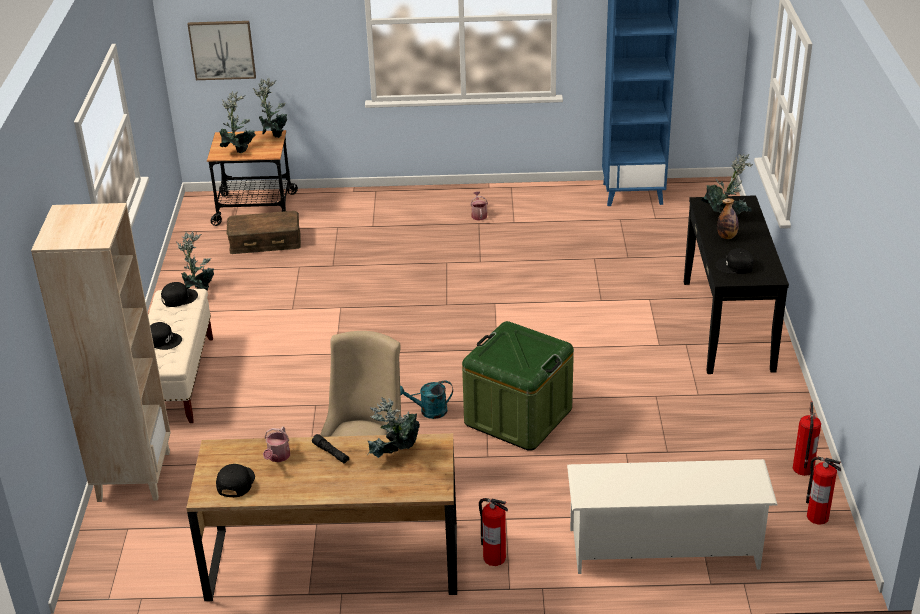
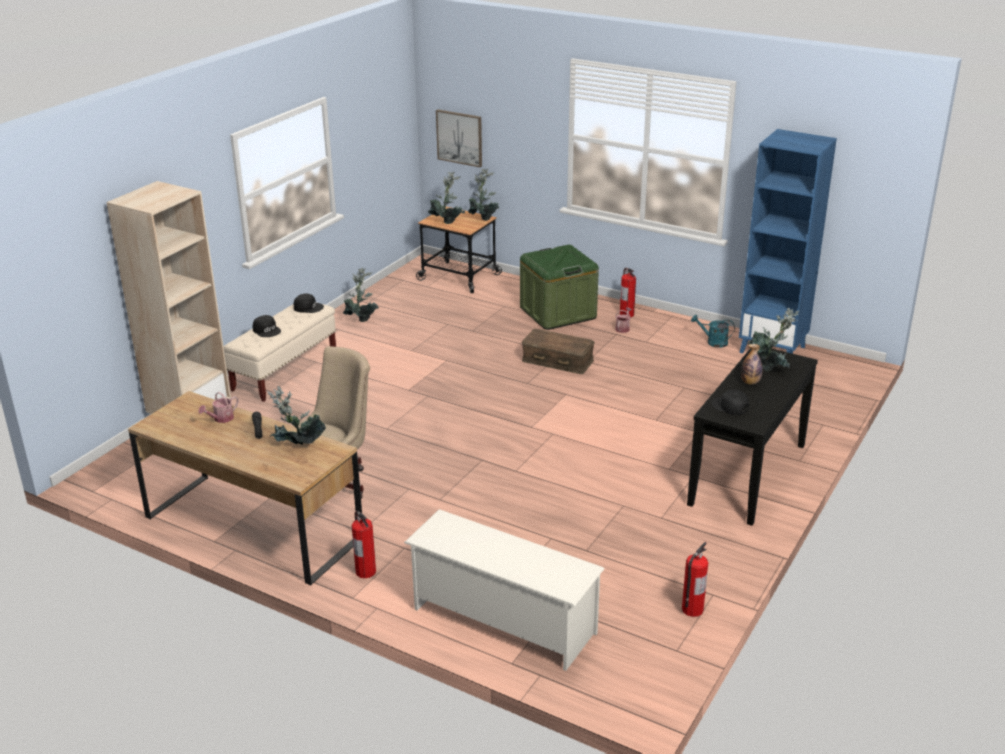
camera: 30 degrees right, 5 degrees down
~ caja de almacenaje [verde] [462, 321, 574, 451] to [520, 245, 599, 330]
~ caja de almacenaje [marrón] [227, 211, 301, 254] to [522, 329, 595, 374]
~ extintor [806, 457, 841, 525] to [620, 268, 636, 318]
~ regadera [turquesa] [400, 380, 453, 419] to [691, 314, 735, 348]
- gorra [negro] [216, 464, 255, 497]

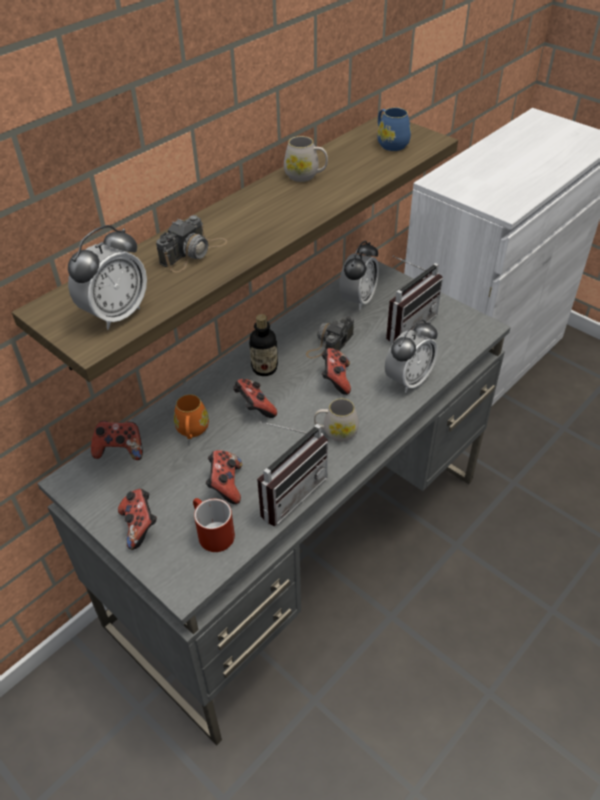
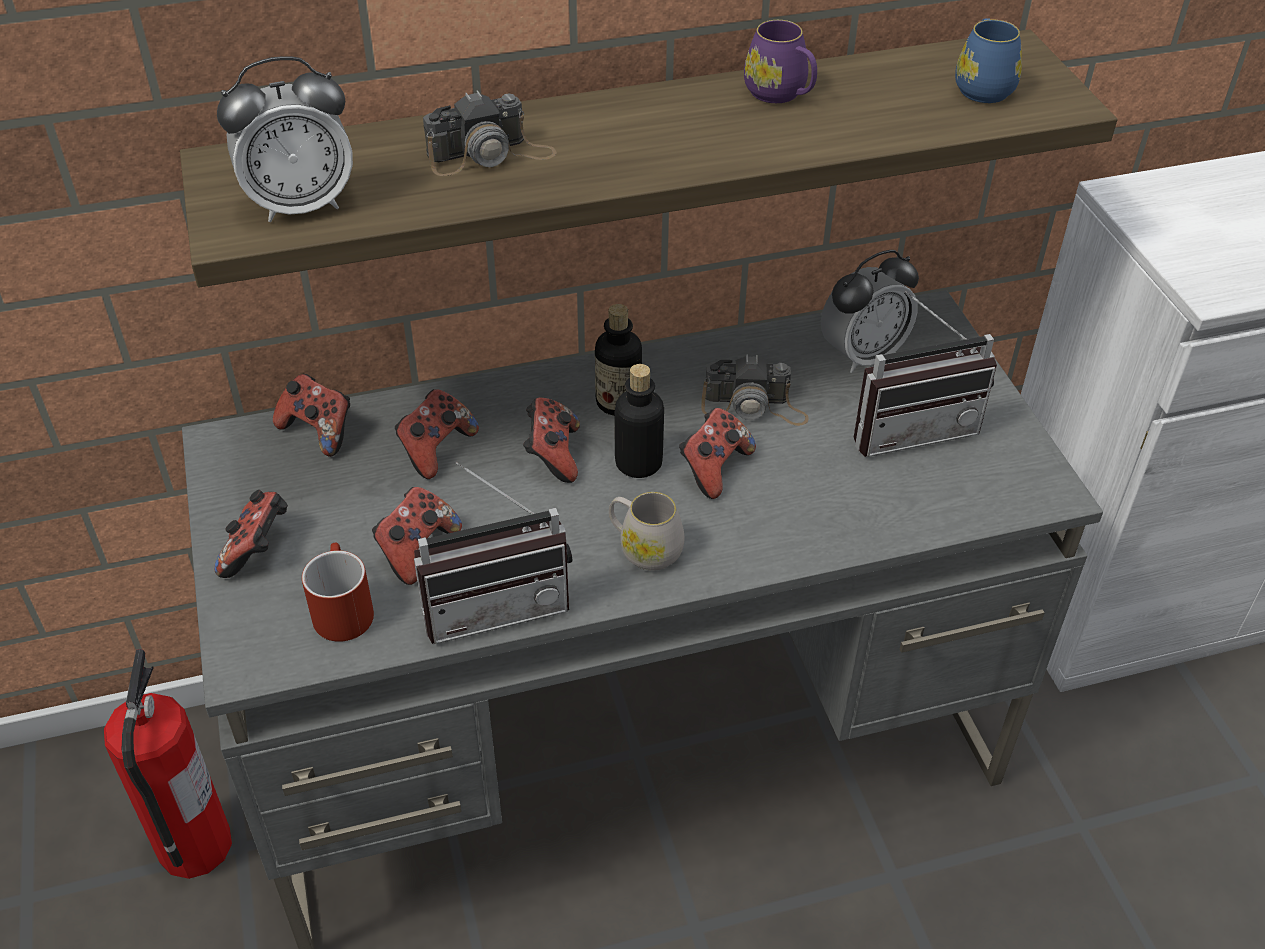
camera: 30 degrees right, 0 degrees up
+ extintor [104, 649, 232, 879]
~ taza grande [naranja] [174, 394, 209, 439] to mando de consola [395, 389, 479, 479]
+ botella [615, 364, 664, 478]
~ cámara [306, 316, 354, 358] = [701, 355, 809, 426] 150 degrees counterclockwise
~ taza grande [blanco] [284, 136, 328, 182] to taza grande [morado] [744, 20, 817, 103]
- despertador [385, 319, 438, 393]

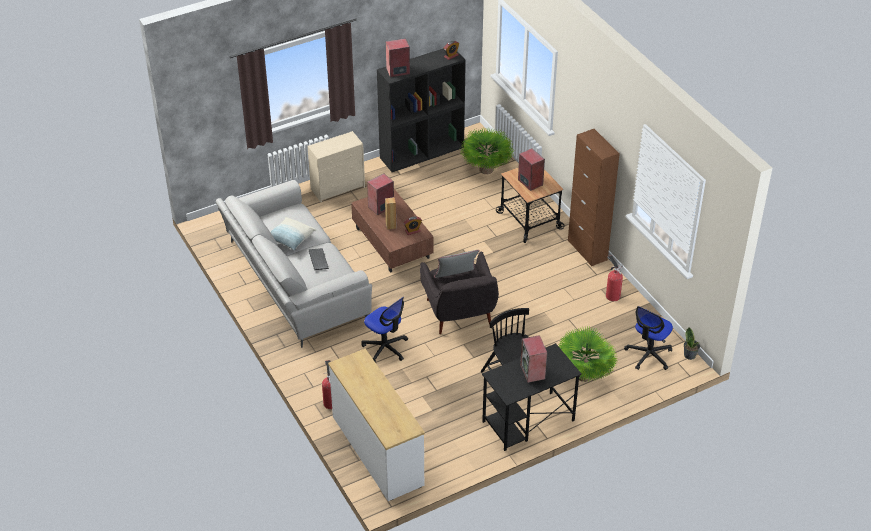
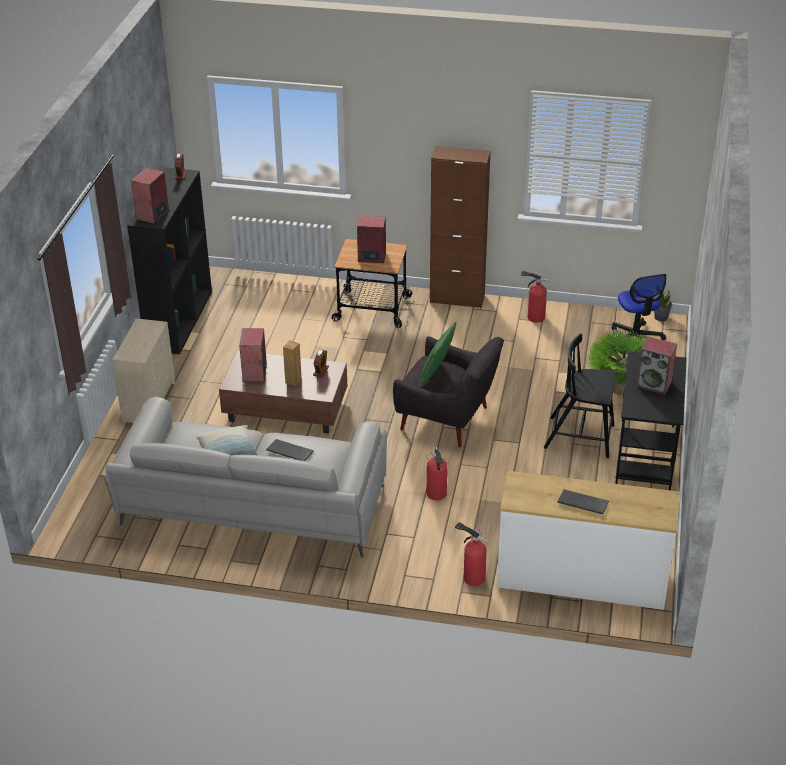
camera: 50 degrees left, 5 degrees down
~ cojín [gris] [434, 250, 479, 278] to cojín [verde] [418, 322, 456, 387]
~ silla de oficina [361, 297, 408, 363] to extintor [426, 444, 447, 500]
+ teclado [557, 489, 609, 514]
- planta en maceta [460, 129, 513, 174]

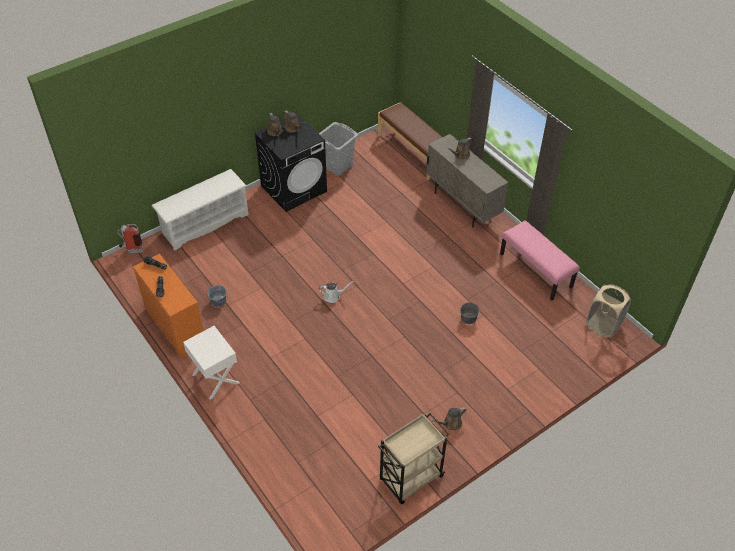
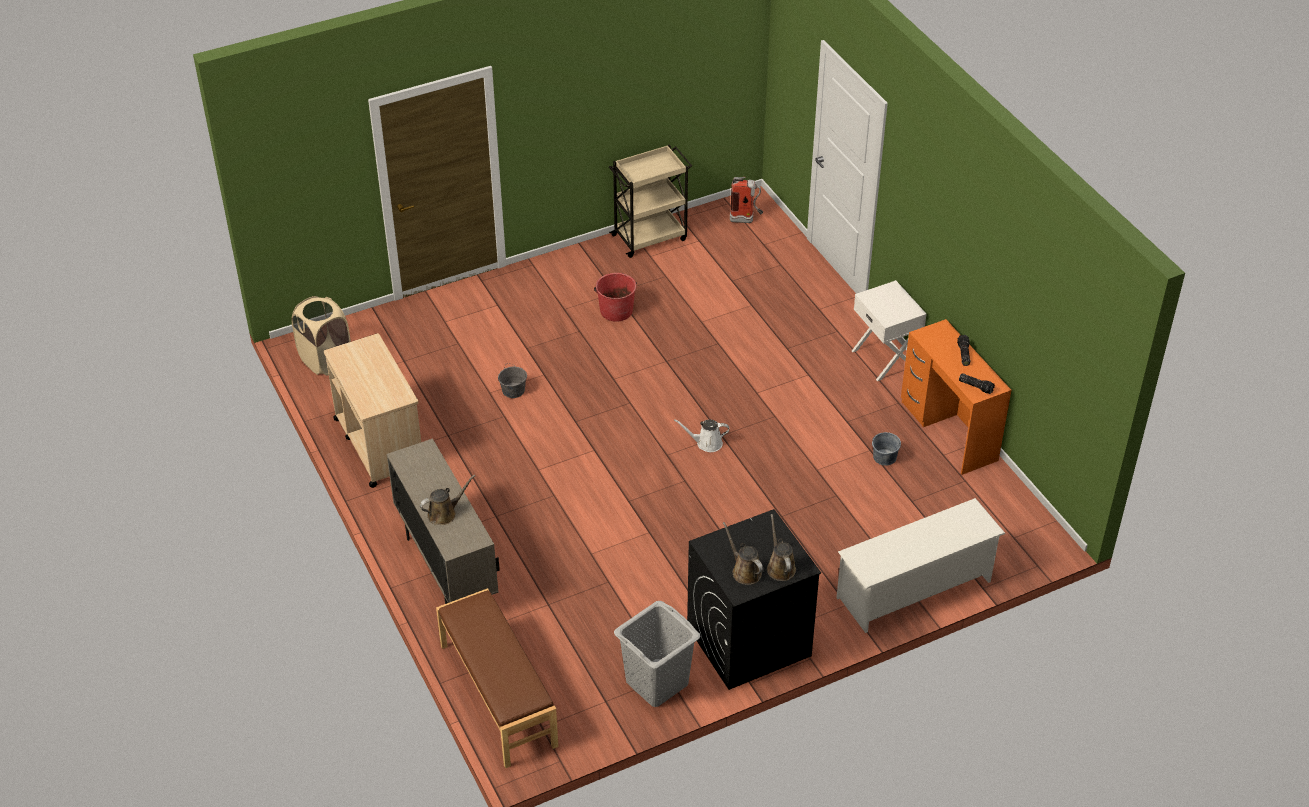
camera: 170 degrees left, 5 degrees down
~ banco [rosa] [500, 220, 580, 301] to carrito [beis] [324, 333, 421, 488]
+ cubo [rojo] [594, 273, 637, 322]
~ extintor [117, 224, 144, 253] to [730, 177, 763, 223]
- regadera [marrón] [432, 407, 466, 430]

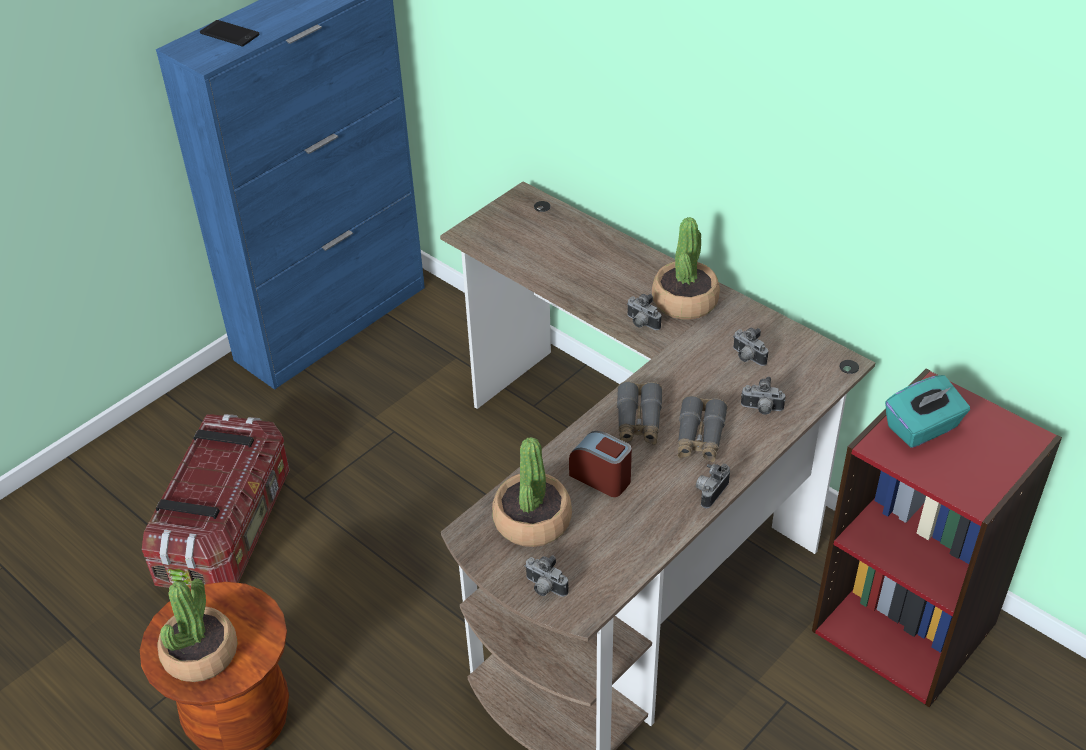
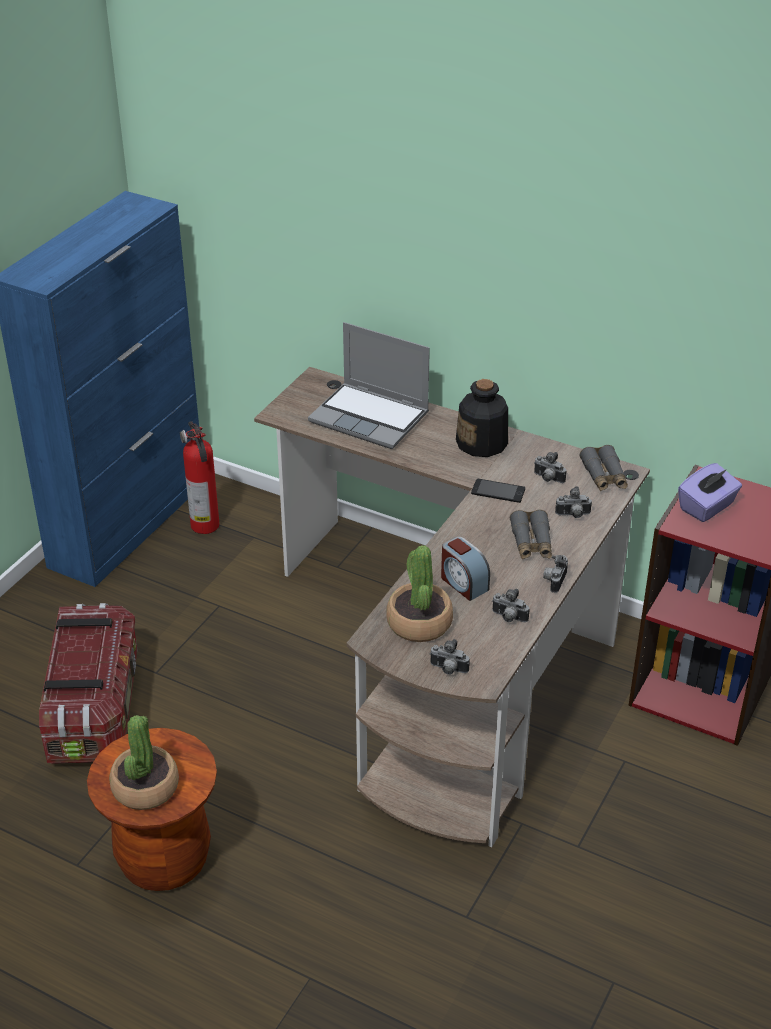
camera: 15 degrees left, 5 degrees down
+ extintor [180, 421, 219, 534]
+ portátil [308, 322, 430, 449]
~ despertador [569, 431, 632, 497] = [441, 537, 490, 601] 150 degrees counterclockwise
~ planta en maceta [652, 217, 720, 320] to botella [456, 379, 508, 457]
~ móvil [200, 20, 260, 46] to [471, 479, 525, 503]
~ cámara [627, 294, 661, 330] to [492, 588, 529, 622]
~ prismáticos [gris] [617, 381, 663, 445] to [580, 445, 628, 491]
~ caja de pañuelos [turquesa] [885, 375, 970, 448] to caja de pañuelos [morado] [678, 463, 742, 522]

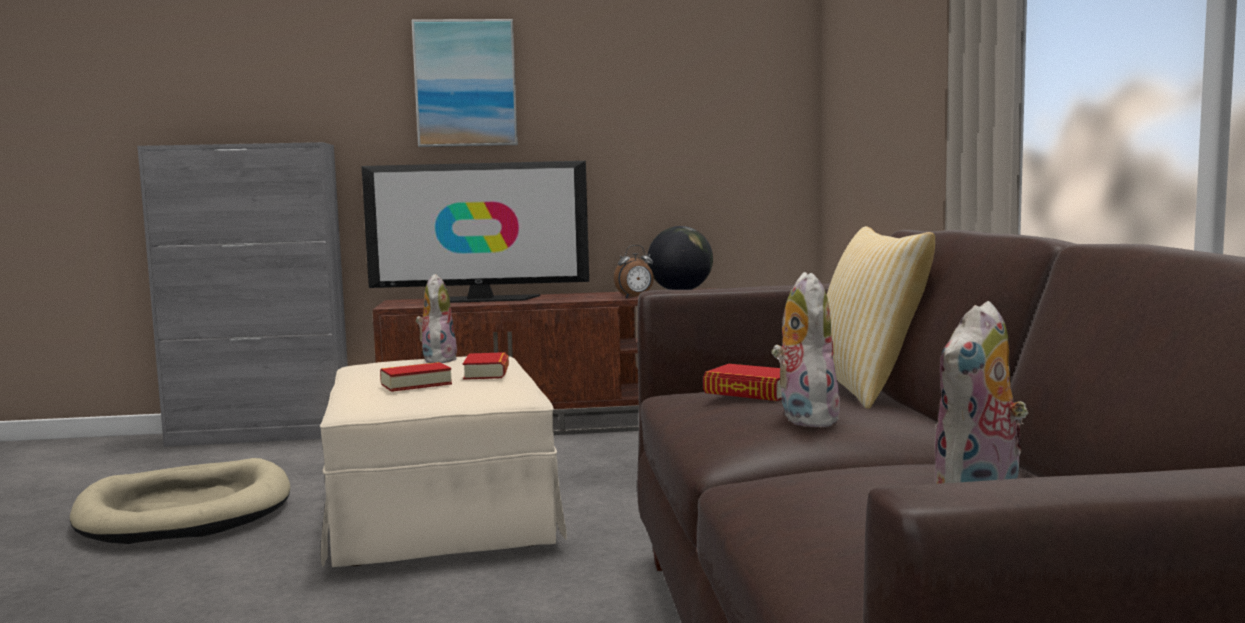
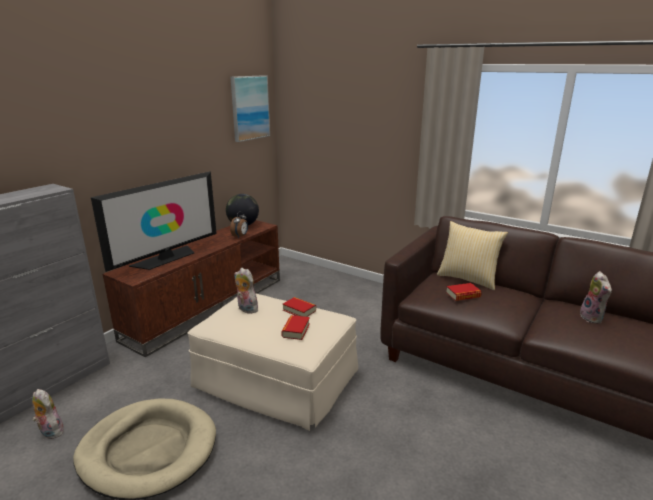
camera: 50 degrees left, 15 degrees up
~ peluche [771, 272, 840, 427] to [32, 389, 64, 439]
~ cuadro [412, 19, 518, 147] to [230, 75, 270, 142]

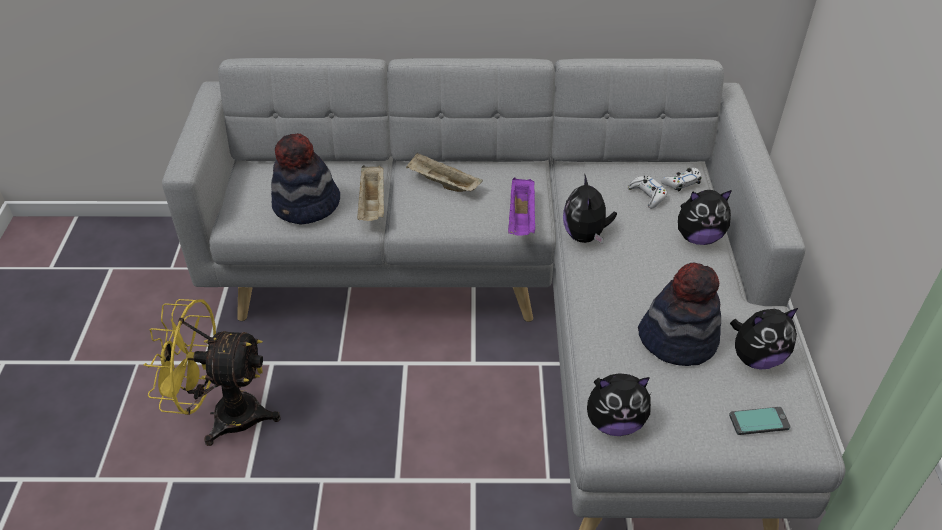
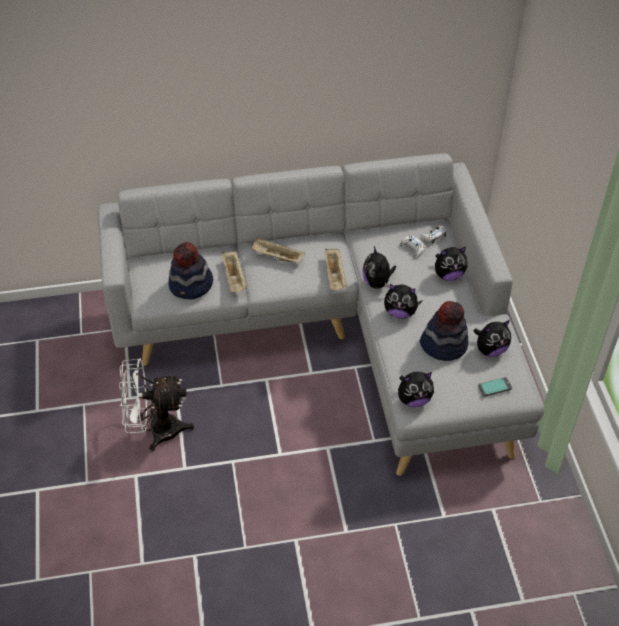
camera: 10 degrees left, 5 degrees up
~ ventilador [amarillo] [144, 299, 281, 446] to ventilador [blanco] [119, 358, 194, 451]
~ bandeja [morado] [508, 177, 535, 236] to bandeja [beis] [325, 248, 347, 290]
+ peluche [384, 284, 422, 319]

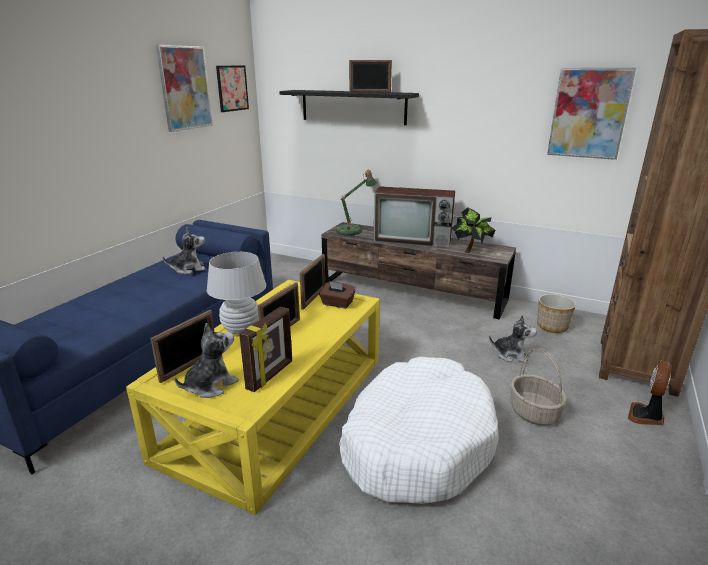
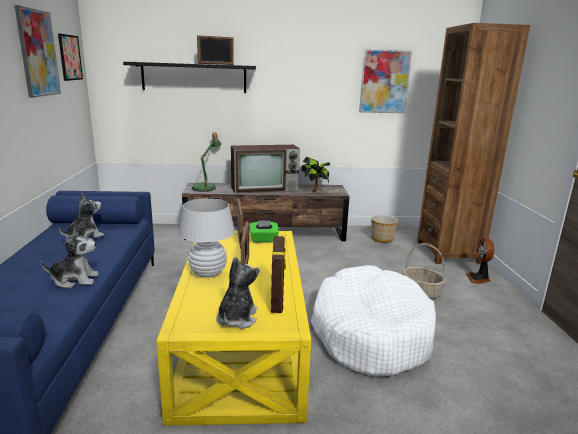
camera: 30 degrees left, 5 degrees down
~ peluche [489, 315, 537, 363] to [41, 227, 99, 288]
~ caja de pañuelos [marrón] [319, 281, 356, 308] to caja de pañuelos [verde] [249, 220, 279, 243]
- portarretratos [150, 310, 214, 383]

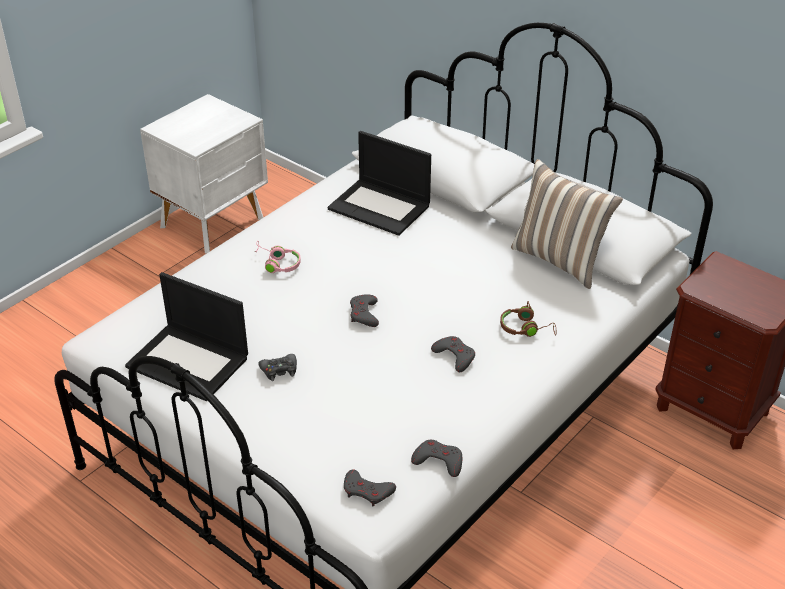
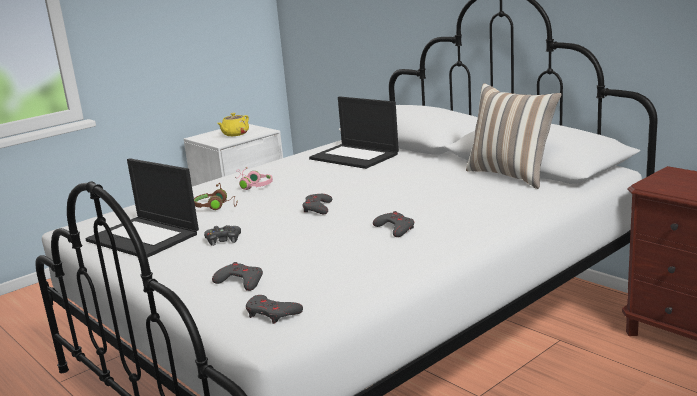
camera: 10 degrees right, 20 degrees down
~ auriculares [marrón] [500, 301, 556, 337] to [194, 183, 238, 210]
~ mando de consola [gris] [411, 440, 462, 477] to [212, 262, 263, 291]
+ tetera [amarillo] [217, 113, 249, 136]

